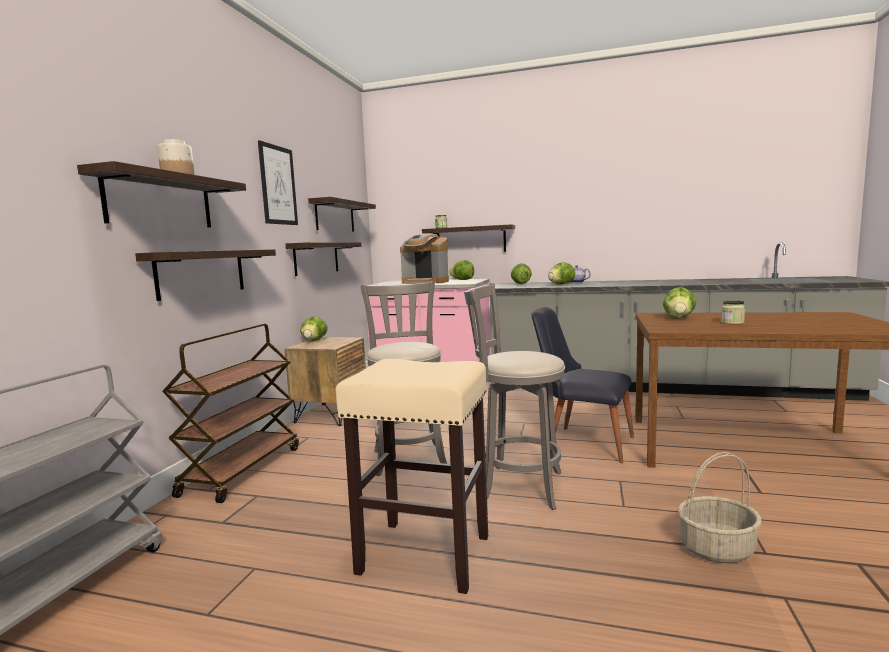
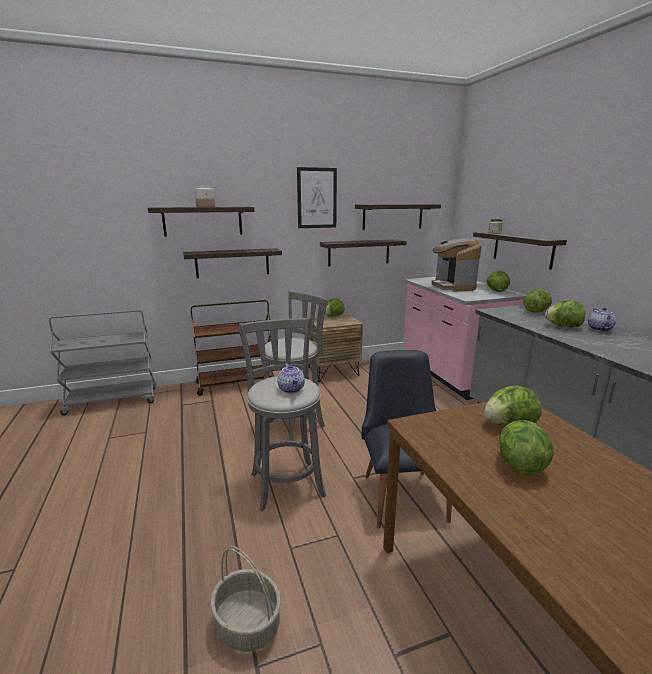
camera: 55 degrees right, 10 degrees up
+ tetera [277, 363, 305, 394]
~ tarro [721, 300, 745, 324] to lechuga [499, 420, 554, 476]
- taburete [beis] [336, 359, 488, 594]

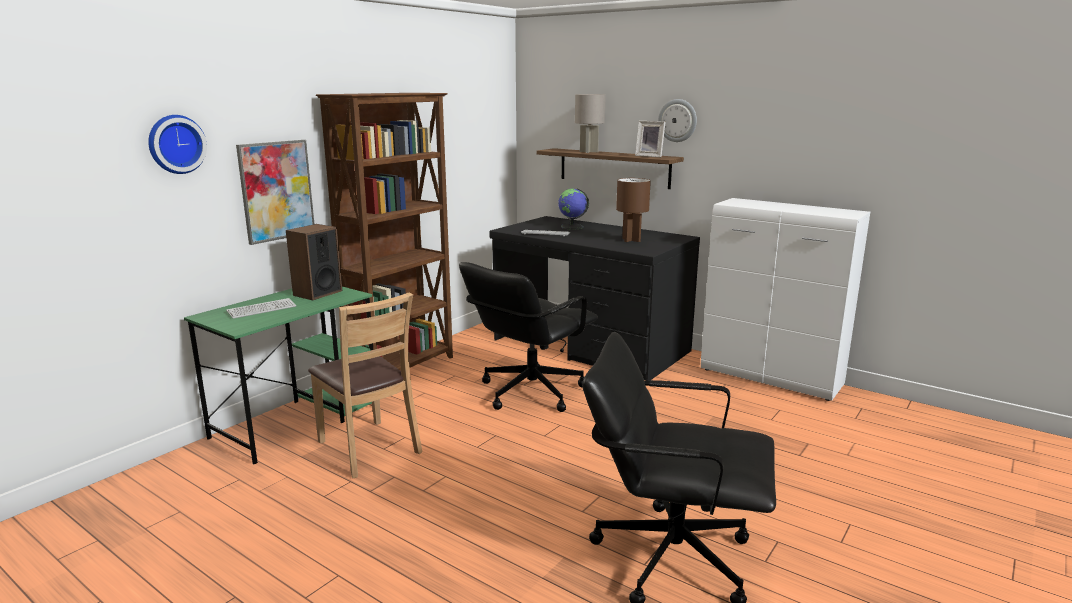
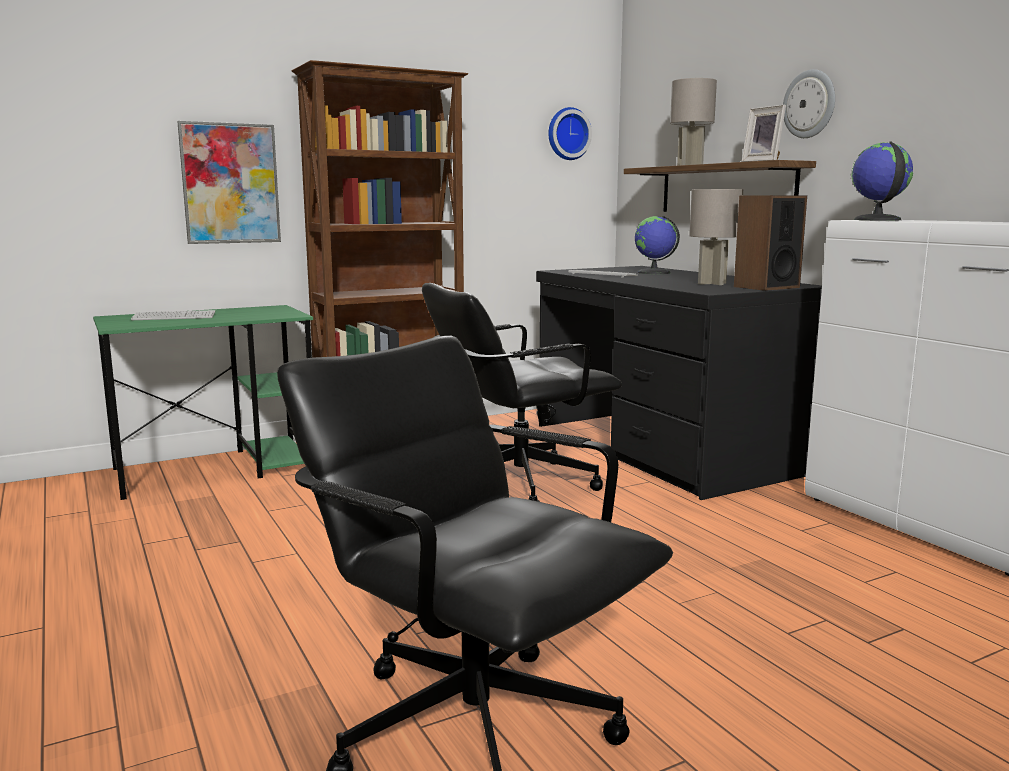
camera: 25 degrees right, 5 degrees down
~ reloj de pared [148, 115, 207, 174] to [548, 107, 592, 160]
~ lámpara de mesa [marrón] [616, 178, 651, 242] to lámpara de mesa [gris] [689, 189, 743, 285]
~ altavoz [286, 224, 342, 301] to [734, 195, 807, 291]
+ globo terráqueo [851, 141, 913, 221]
- silla [marrón] [308, 292, 422, 478]

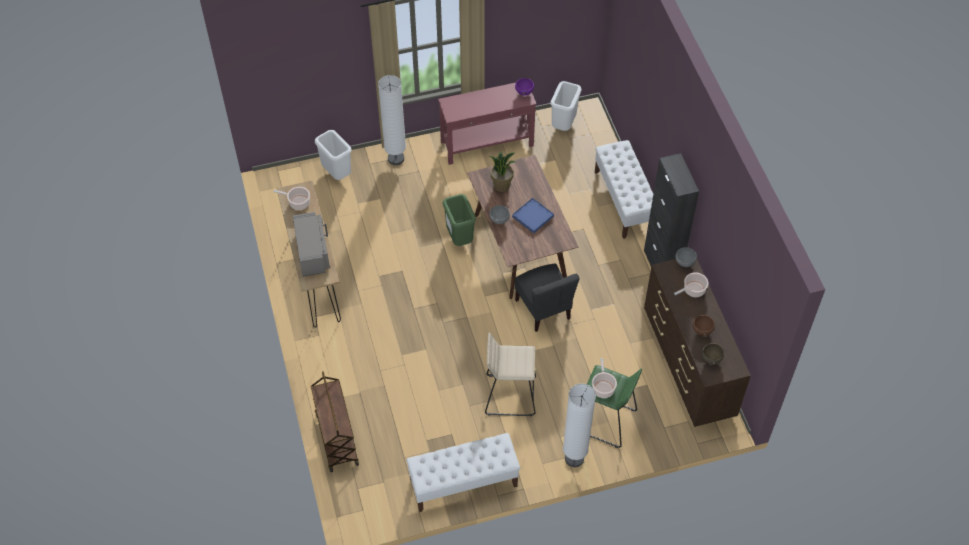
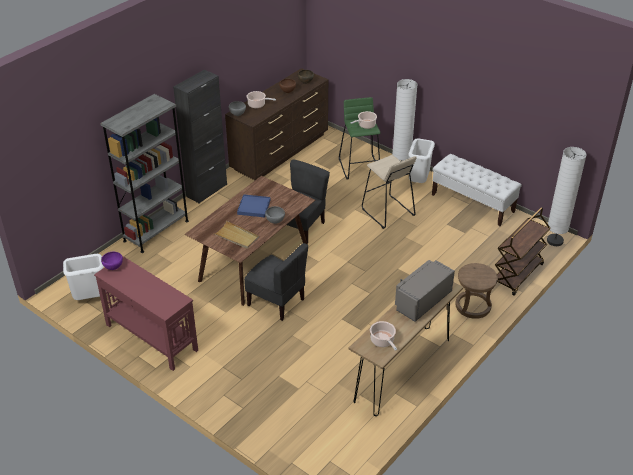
camera: 125 degrees left, 15 degrees down
~ banco [blanco] [595, 140, 653, 239] to estantería [gris] [100, 94, 189, 253]
~ planta en maceta [489, 152, 517, 192] to bandeja [beis] [213, 221, 259, 249]
~ papelera [verde] [442, 194, 476, 246] to silla [gris] [244, 243, 308, 321]
~ papelera [blanco] [315, 130, 352, 180] to [408, 138, 435, 183]
+ taburete [marrón] [455, 263, 498, 319]
~ lámpara de pie [blanco] [378, 75, 406, 165] to [547, 147, 587, 246]

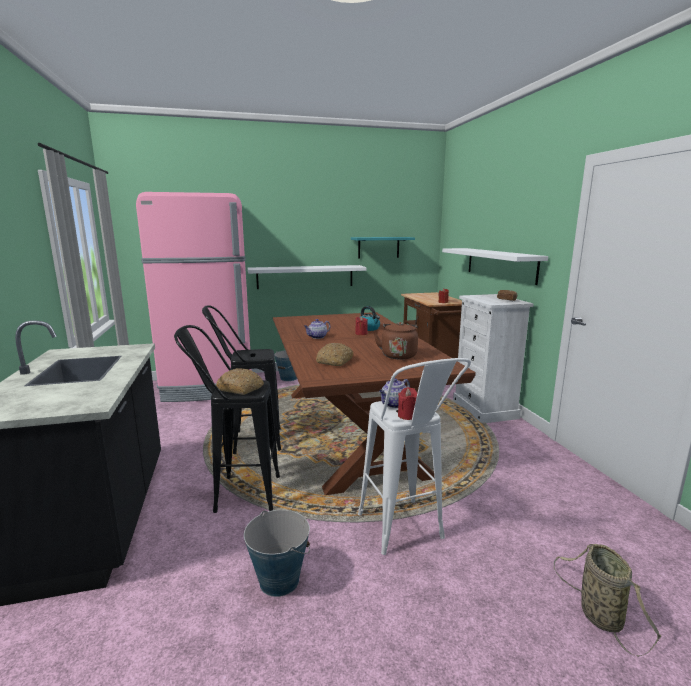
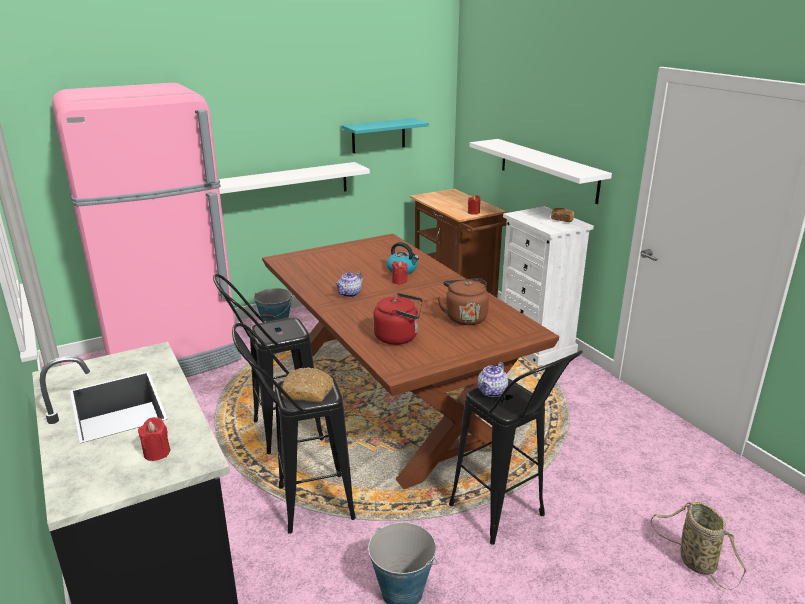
camera: 15 degrees left, 10 degrees up
~ vela [rojo] [398, 387, 417, 420] to [138, 417, 170, 461]
~ pan [316, 343, 353, 366] to hervidor [rojo] [373, 293, 422, 345]
~ taburete [blanco] [358, 358, 471, 555] to taburete [negro] [449, 350, 583, 545]

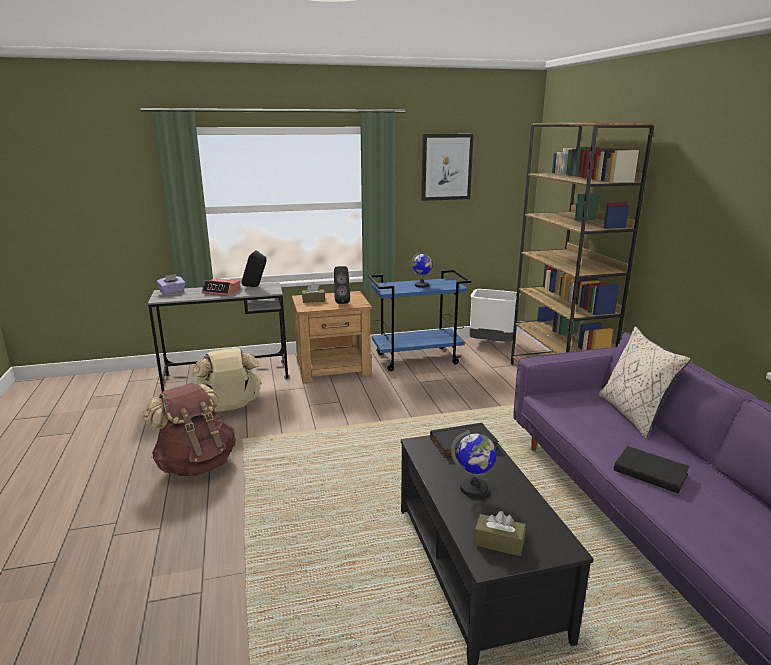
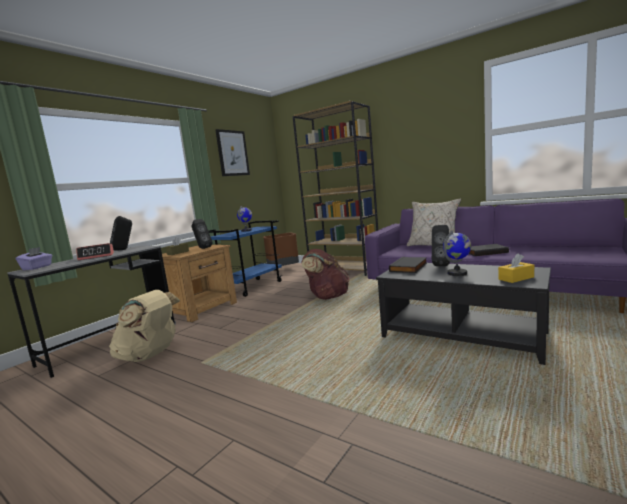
camera: 40 degrees left, 10 degrees down
~ papelera [blanco] [469, 289, 520, 342] to papelera [marrón] [263, 233, 299, 266]
~ mochila [marrón] [143, 383, 236, 476] to [301, 249, 349, 300]
+ altavoz [negro] [432, 225, 450, 266]
~ caja de pañuelos [marrón] [474, 511, 526, 556] to caja de pañuelos [amarillo] [498, 253, 534, 283]

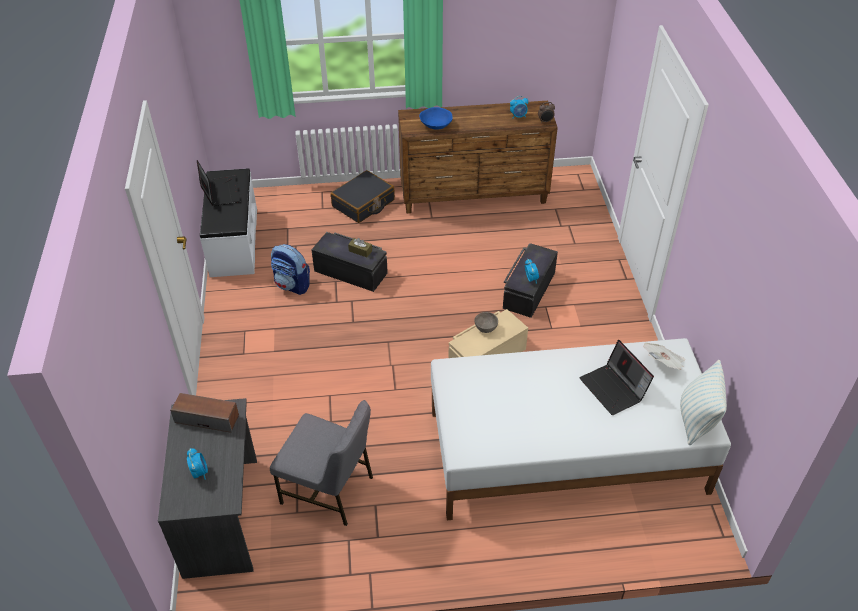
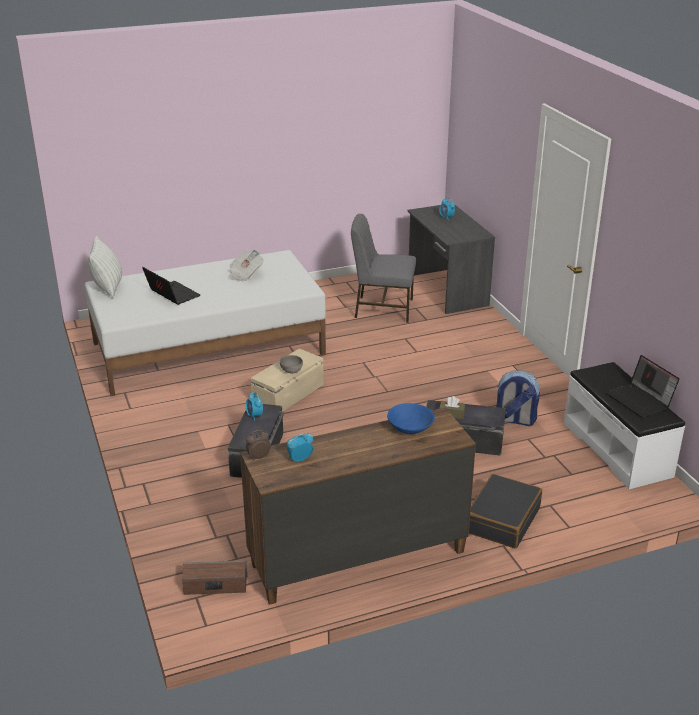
camera: 165 degrees right, 15 degrees down
~ altavoz [170, 393, 239, 433] to [182, 560, 247, 595]
~ periódico [643, 343, 685, 370] to [228, 250, 263, 281]

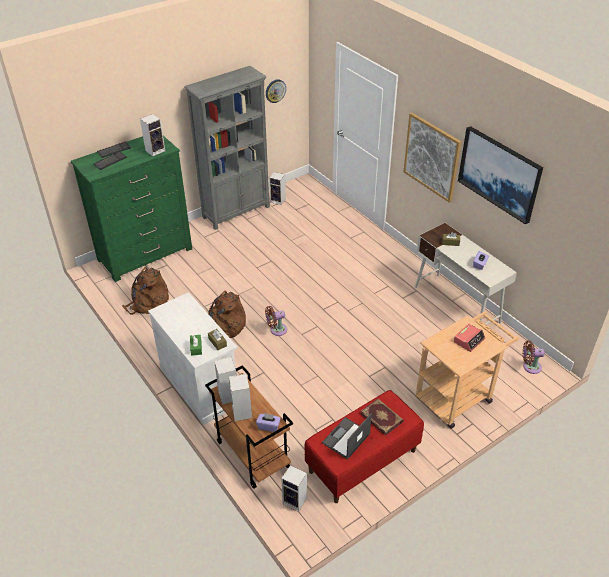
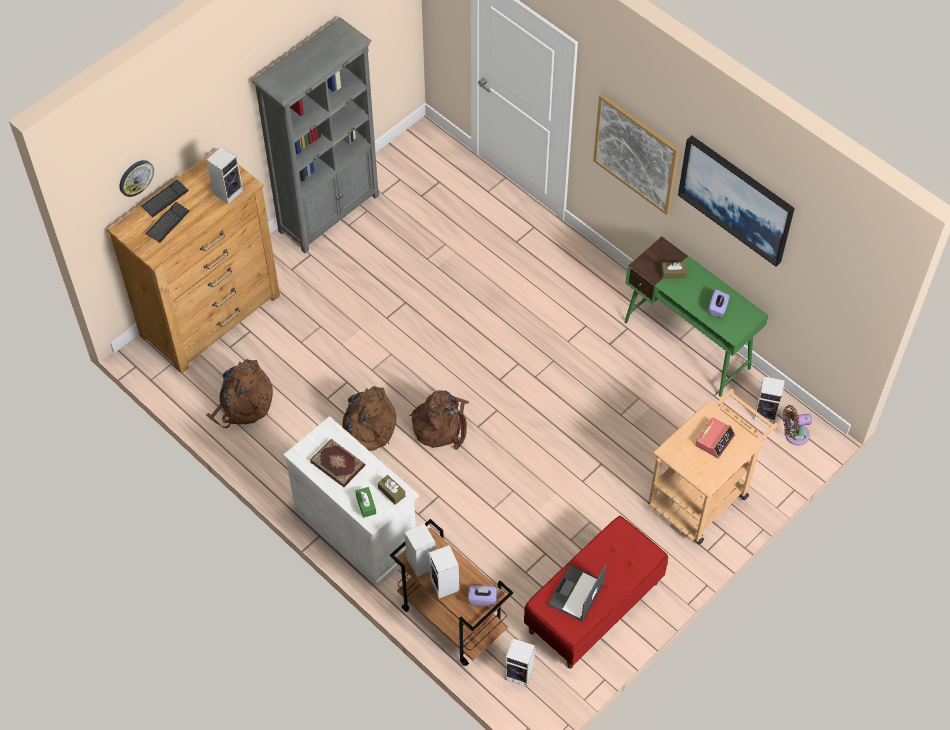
camera: 10 degrees left, 15 degrees up
~ cómoda [verde] [71, 136, 192, 282] to cómoda [marrón] [107, 148, 280, 374]
~ reloj de pared [266, 79, 286, 103] to [119, 160, 154, 197]
~ libro [360, 399, 404, 436] to [310, 439, 366, 487]
~ ventilador [marrón] [265, 306, 287, 336] to mochila [marrón] [409, 390, 469, 450]
~ escritorio [blanco] [415, 223, 517, 325] to escritorio [verde] [625, 236, 769, 397]
~ altavoz [269, 172, 286, 205] to [753, 376, 785, 424]

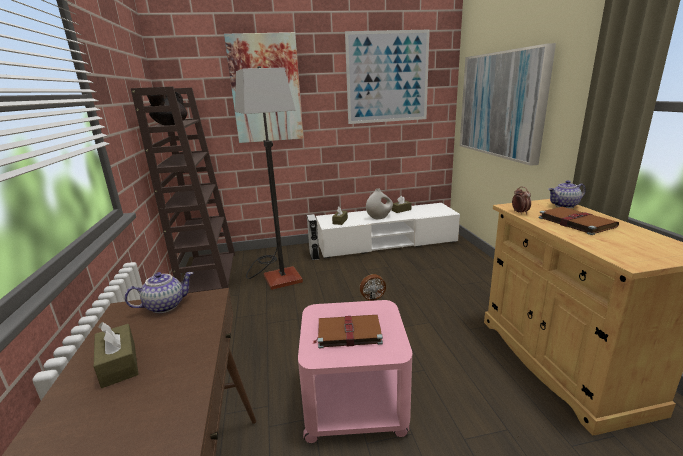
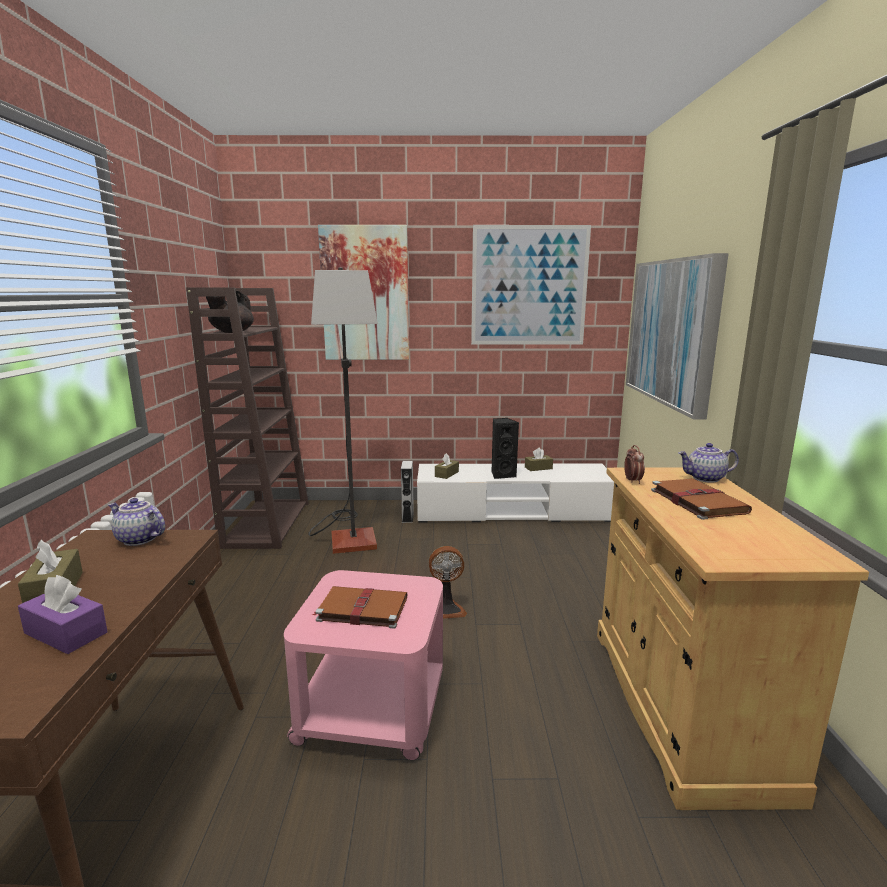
camera: 10 degrees right, 5 degrees down
+ caja de pañuelos [morado] [18, 575, 108, 654]
~ tetera [125, 272, 193, 313] = [108, 498, 165, 546] 135 degrees counterclockwise
~ florero [blanco] [366, 189, 393, 219] to altavoz [negro] [491, 418, 519, 479]

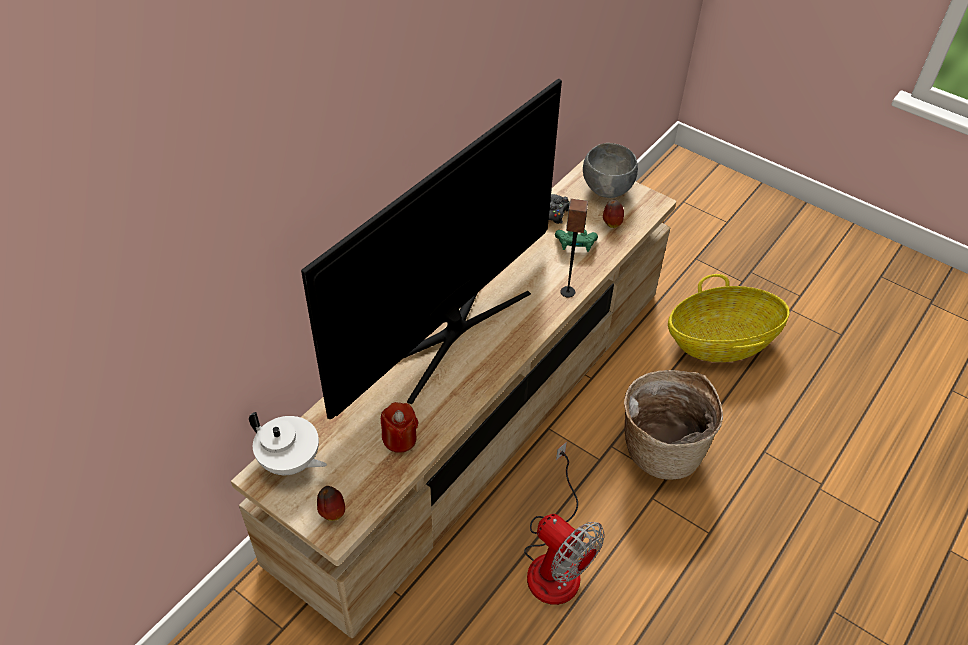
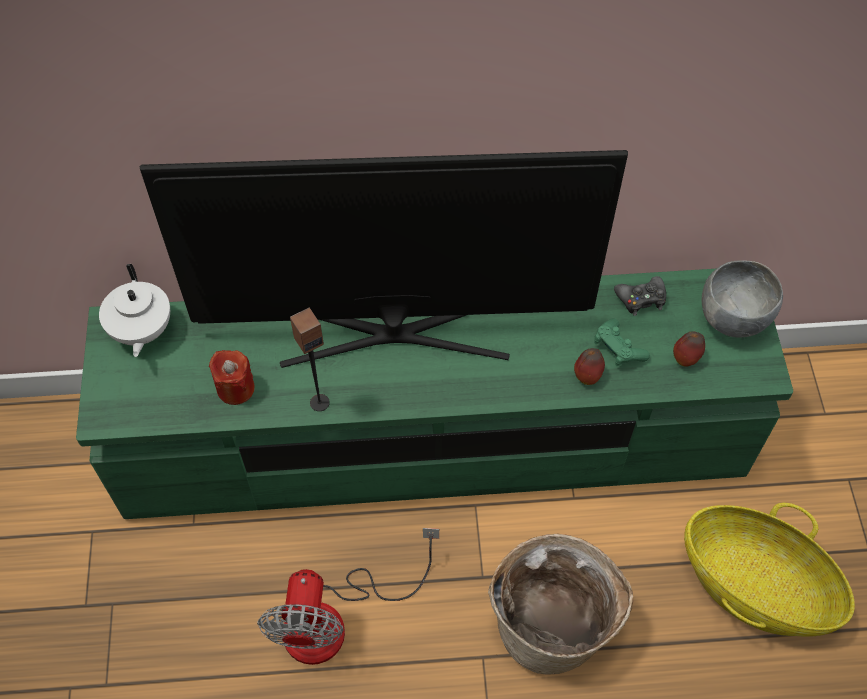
camera: 50 degrees right, 10 degrees up
~ mueble de televisión [beis] [231, 159, 676, 638] to mueble de televisión [verde] [76, 269, 793, 519]
~ altavoz [560, 199, 588, 298] to [290, 308, 330, 411]
~ manzana [317, 486, 345, 521] to [574, 348, 605, 385]

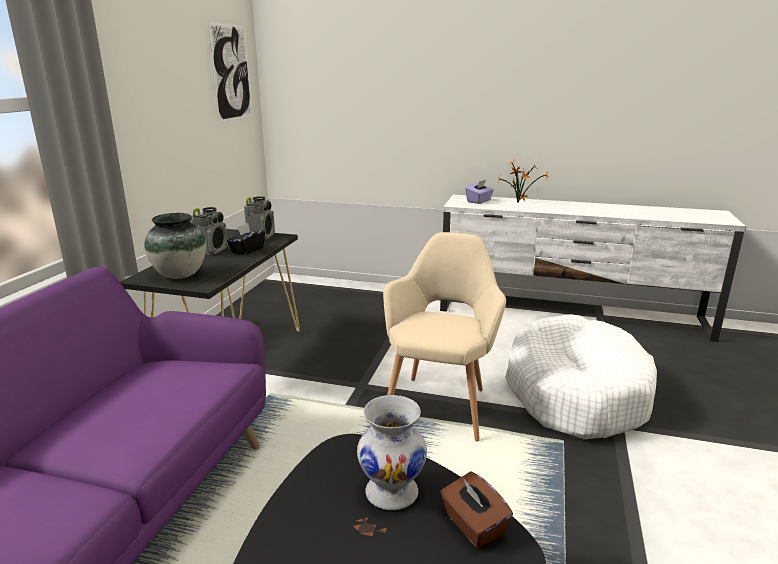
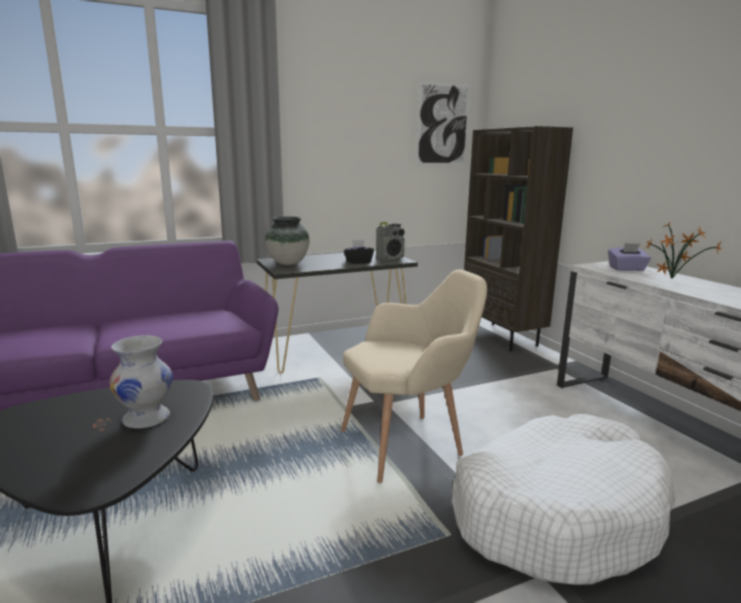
camera: 50 degrees right, 5 degrees down
+ estantería [marrón] [464, 126, 573, 351]
- radio [190, 207, 228, 256]
- caja de pañuelos [marrón] [440, 471, 513, 548]

